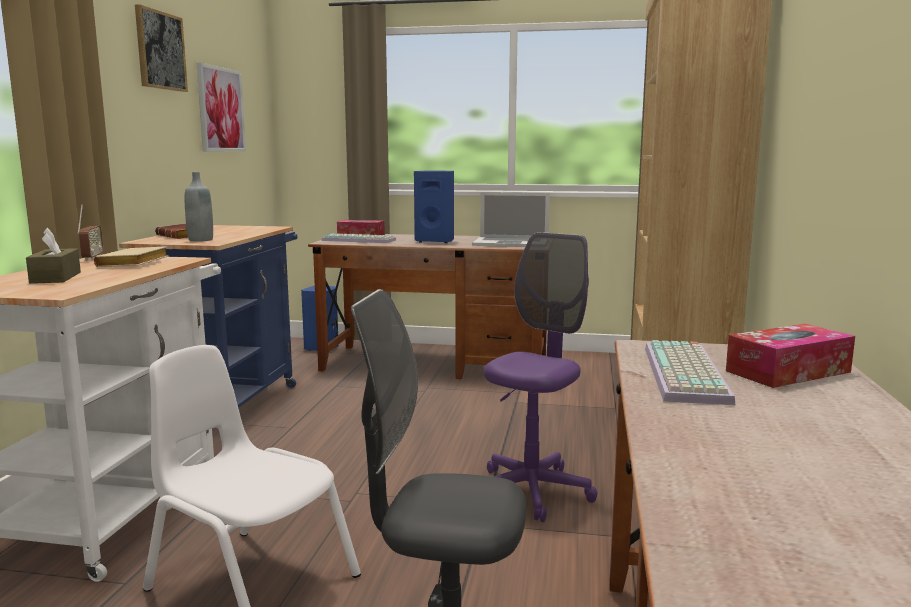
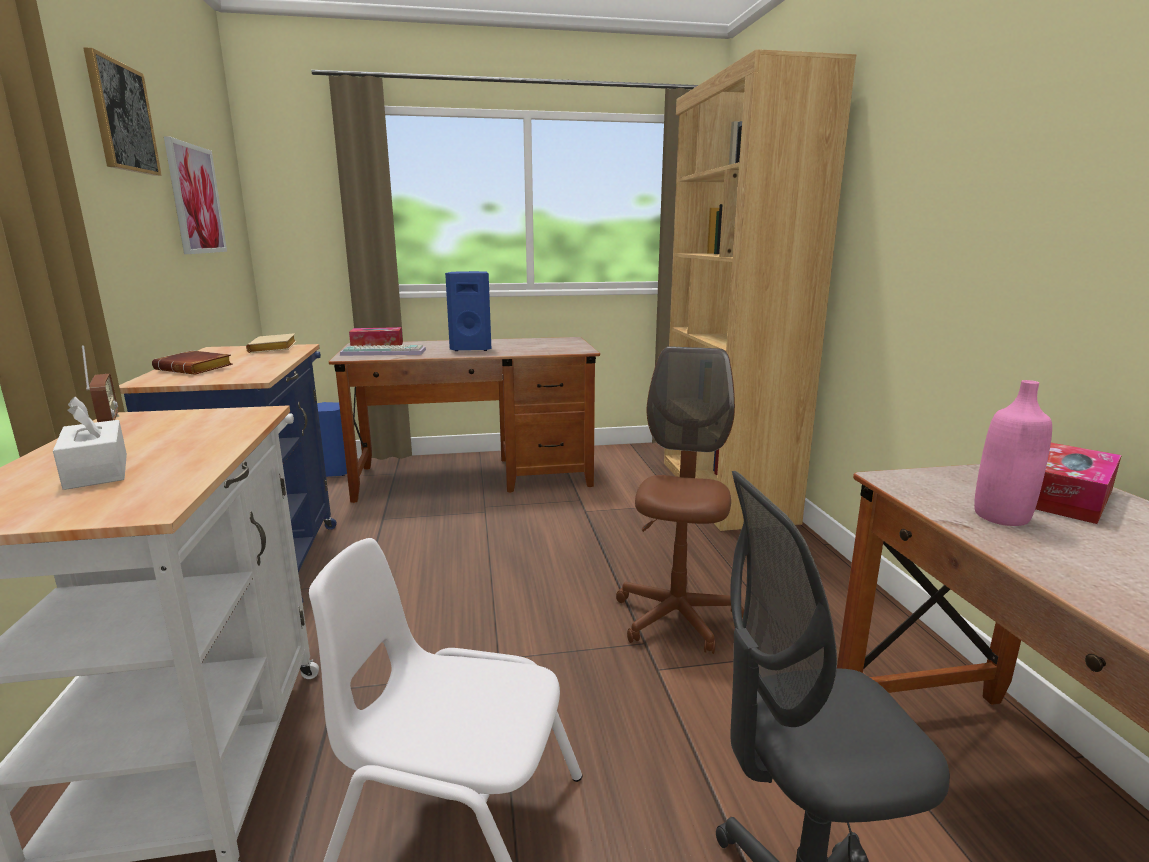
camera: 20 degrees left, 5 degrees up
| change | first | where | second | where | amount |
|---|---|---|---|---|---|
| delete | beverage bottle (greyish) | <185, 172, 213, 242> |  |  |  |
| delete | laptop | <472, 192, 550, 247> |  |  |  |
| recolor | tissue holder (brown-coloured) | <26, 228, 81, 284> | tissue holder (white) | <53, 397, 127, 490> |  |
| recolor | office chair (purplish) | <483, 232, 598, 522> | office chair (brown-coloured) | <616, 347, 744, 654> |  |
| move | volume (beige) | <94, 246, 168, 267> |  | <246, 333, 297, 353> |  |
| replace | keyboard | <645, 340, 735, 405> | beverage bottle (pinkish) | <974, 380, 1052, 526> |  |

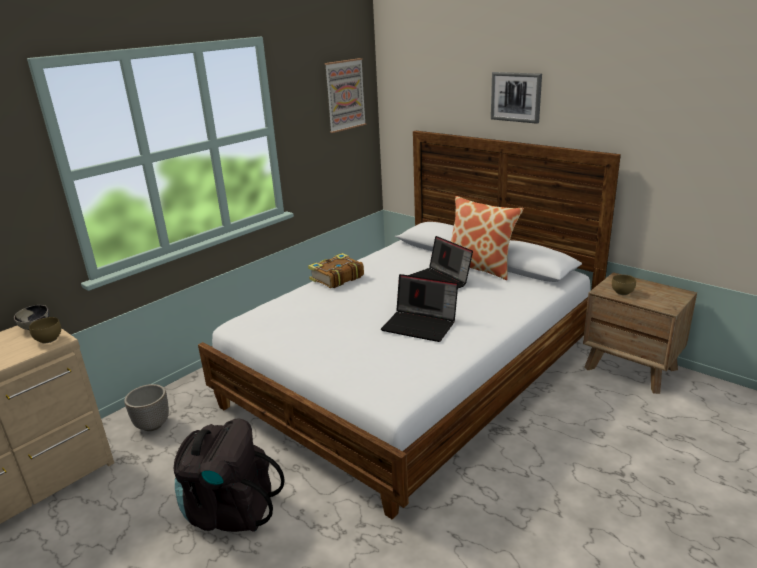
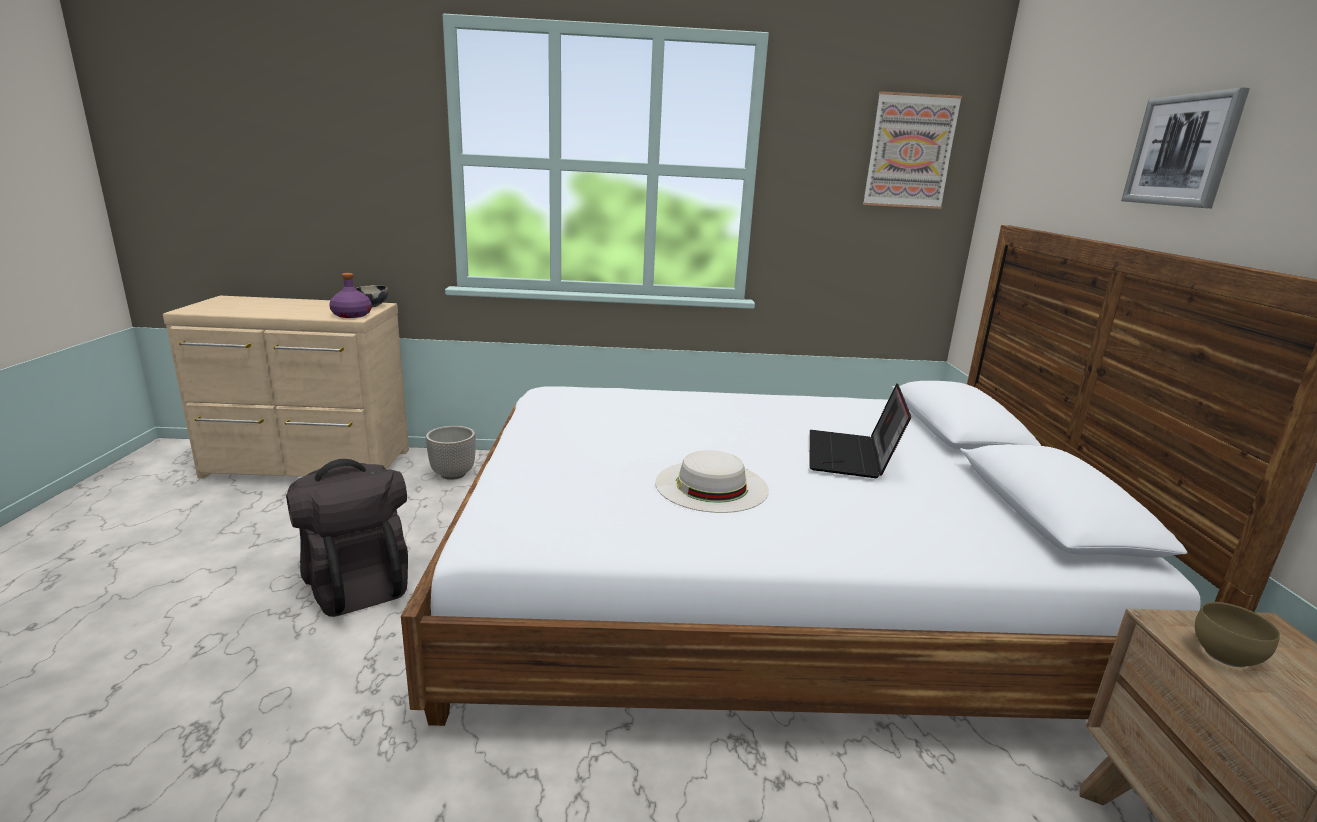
camera: 45 degrees right, 5 degrees down
| change | first | where | second | where | amount |
|---|---|---|---|---|---|
| delete | pillow | <451, 196, 524, 280> |  |  |  |
| delete | volume | <308, 253, 364, 288> |  |  |  |
| replace | laptop | <381, 274, 458, 342> | hat (white) | <655, 450, 769, 513> |  |
| replace | bowl (brown-coloured) | <29, 317, 61, 343> | beverage bottle (purplish) | <329, 273, 372, 318> |  |

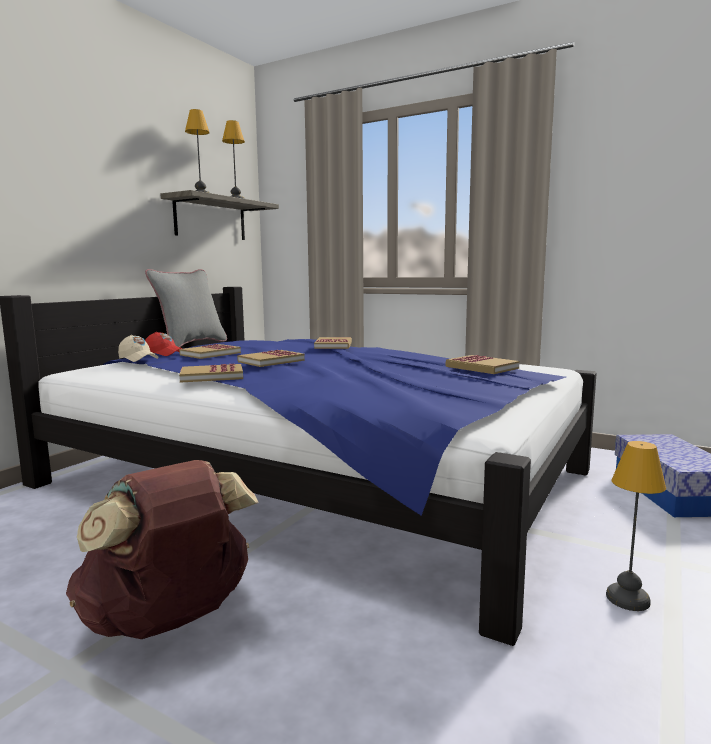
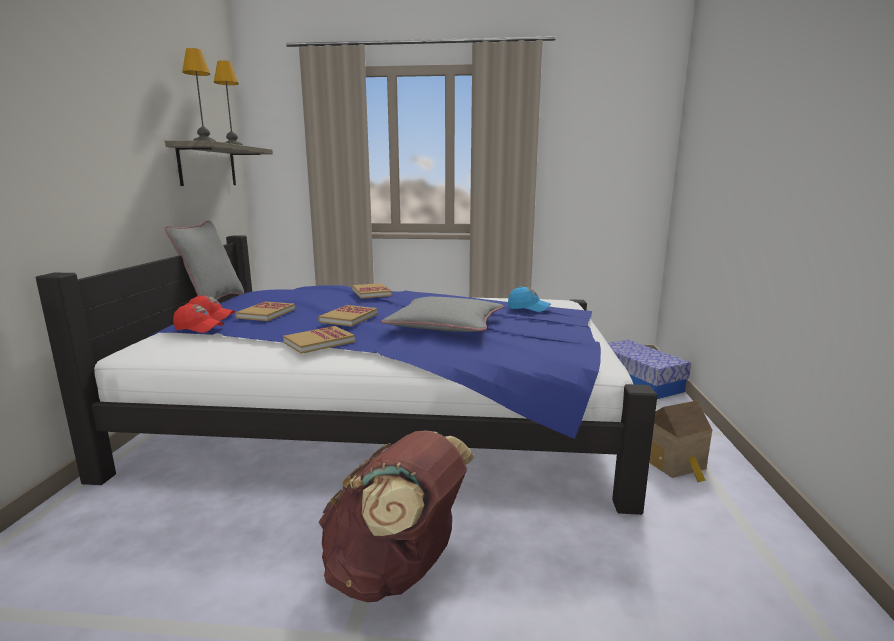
camera: 25 degrees left, 5 degrees up
| change | first | where | second | where | amount |
|---|---|---|---|---|---|
| recolor | cap (beige) | <118, 335, 159, 362> | cap (red) | <173, 303, 224, 333> |  |
| replace | volume | <446, 355, 519, 374> | cap (blue) | <508, 286, 551, 312> |  |
| replace | lamp for a table | <606, 441, 666, 611> | miniature house | <650, 400, 712, 483> |  |
| insert |  |  | pillow (greyish) | <381, 297, 504, 332> |  |

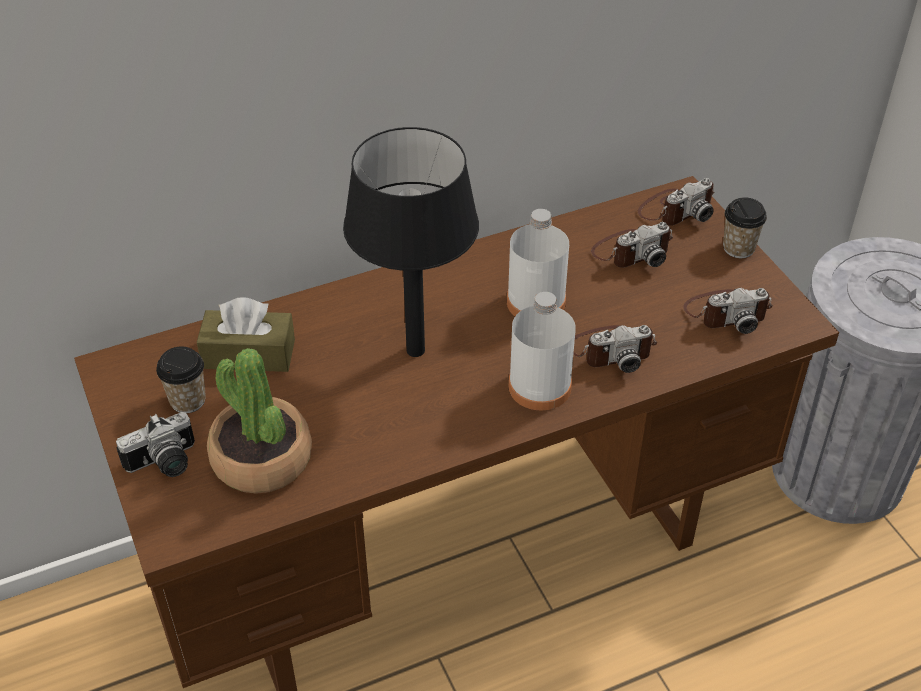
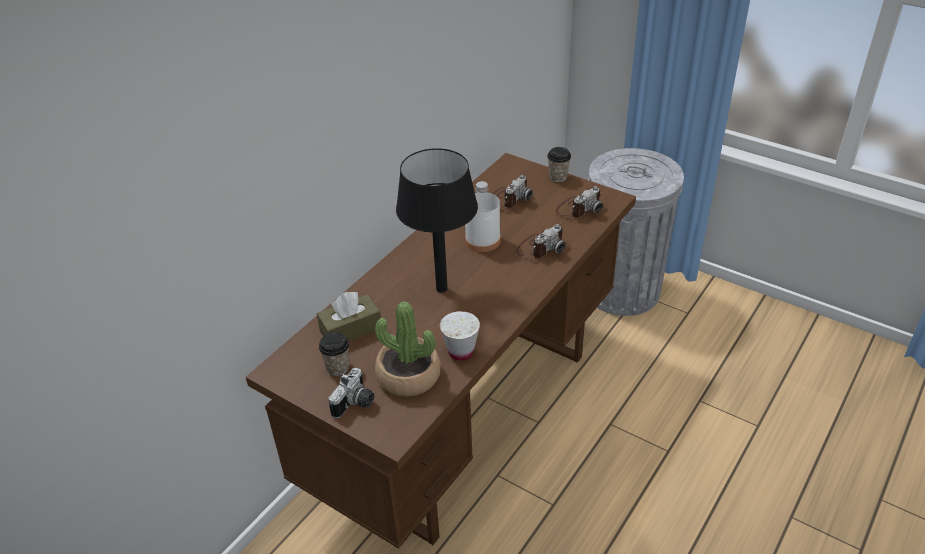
camera: 30 degrees left, 5 degrees down
| change | first | where | second | where | amount |
|---|---|---|---|---|---|
| delete | photo camera | <638, 178, 714, 226> |  |  |  |
| delete | beverage bottle (white) | <508, 292, 576, 411> |  |  |  |
| insert |  |  | cup (white) | <440, 311, 480, 361> |  |

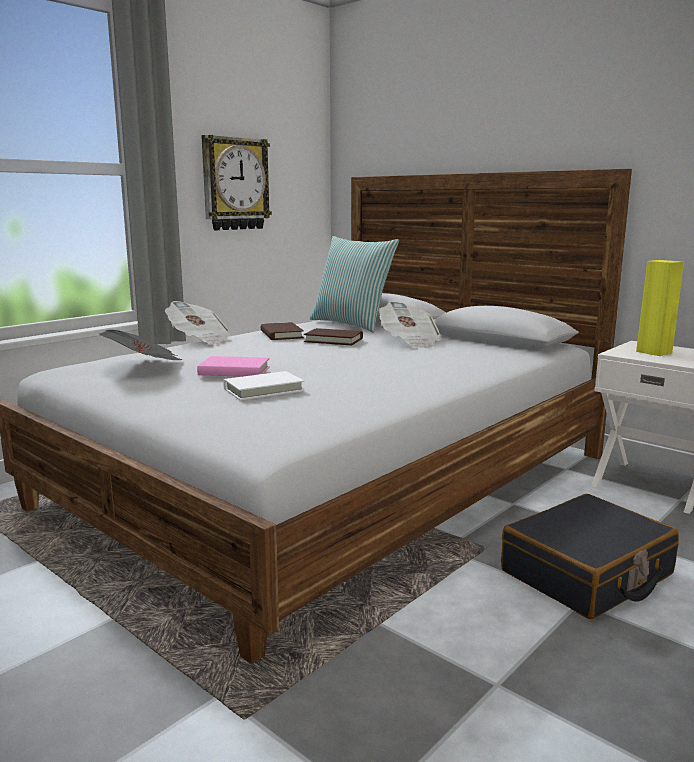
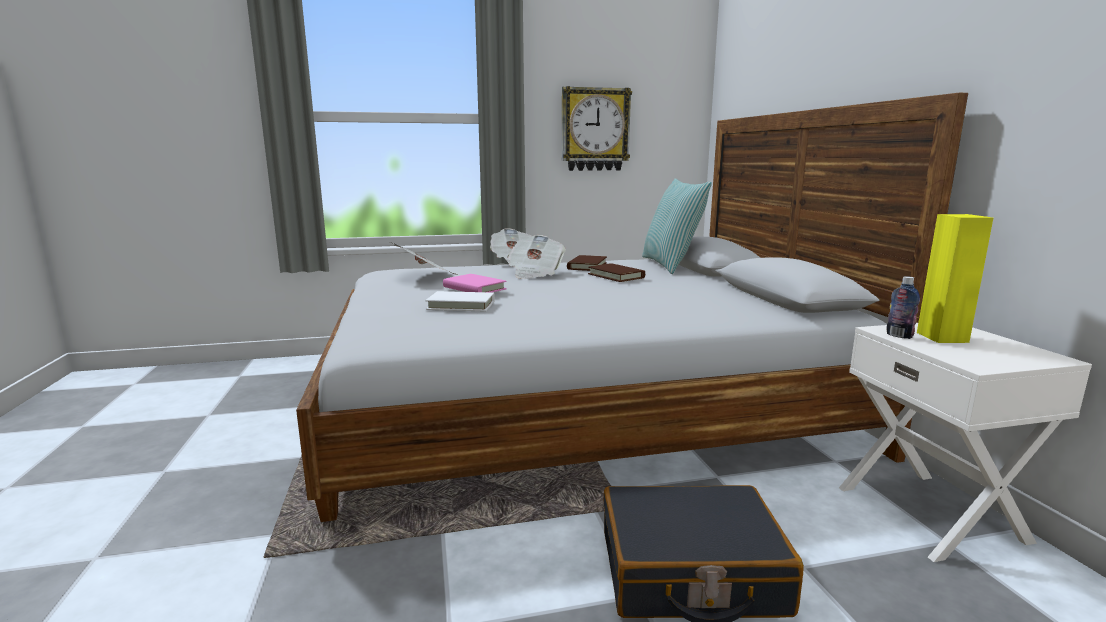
camera: 35 degrees right, 0 degrees up
| change | first | where | second | where | amount |
|---|---|---|---|---|---|
| move | newspaper | <379, 301, 441, 348> |  | <508, 235, 566, 279> |  |
| insert |  |  | beverage bottle | <887, 276, 920, 339> |  |

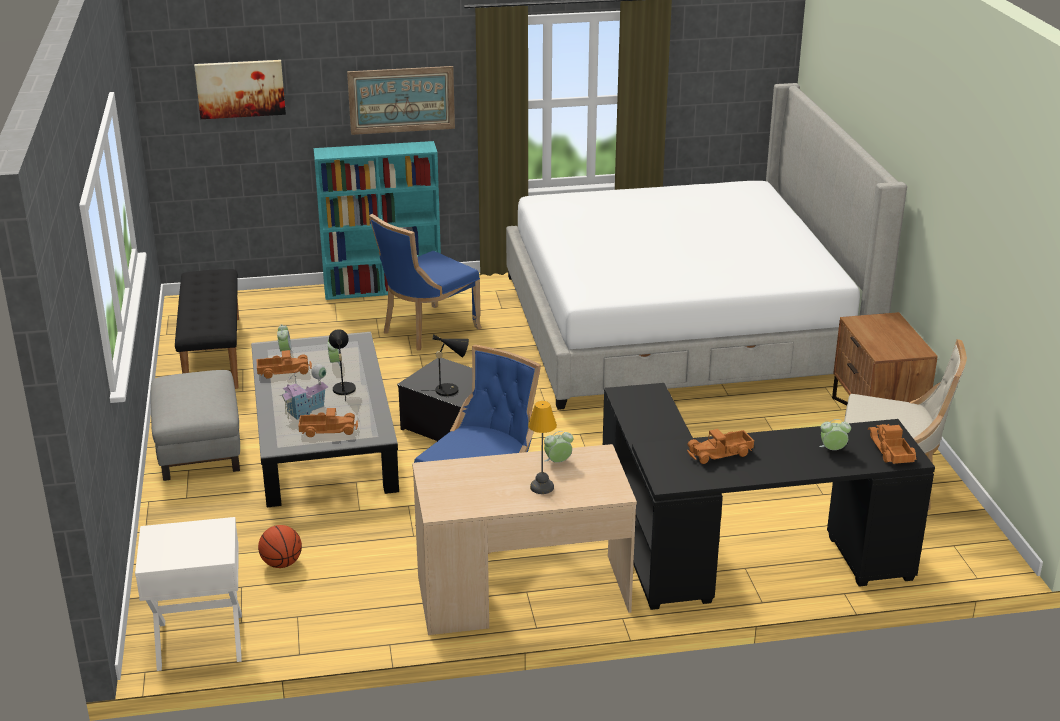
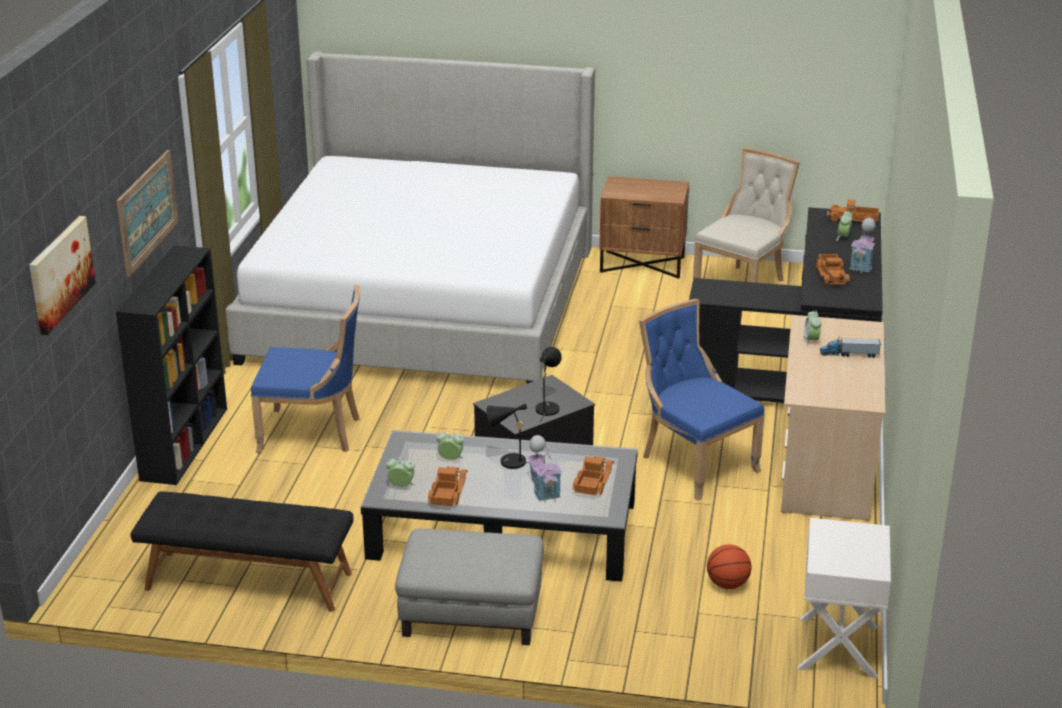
camera: 70 degrees left, 0 degrees up
| change | first | where | second | where | amount |
|---|---|---|---|---|---|
| recolor | bookcase (turquoise-coloured) | <314, 141, 441, 300> | bookcase (black-coloured) | <116, 245, 227, 485> |  |
| rotate | upright chair (blue) | <369, 214, 482, 351> |  | <251, 284, 360, 453> | 60 degrees counterclockwise |
| replace | lamp for a table | <528, 401, 557, 494> | toy truck | <820, 338, 881, 358> |  |
| insert |  |  | miniature house | <850, 218, 876, 274> |  |

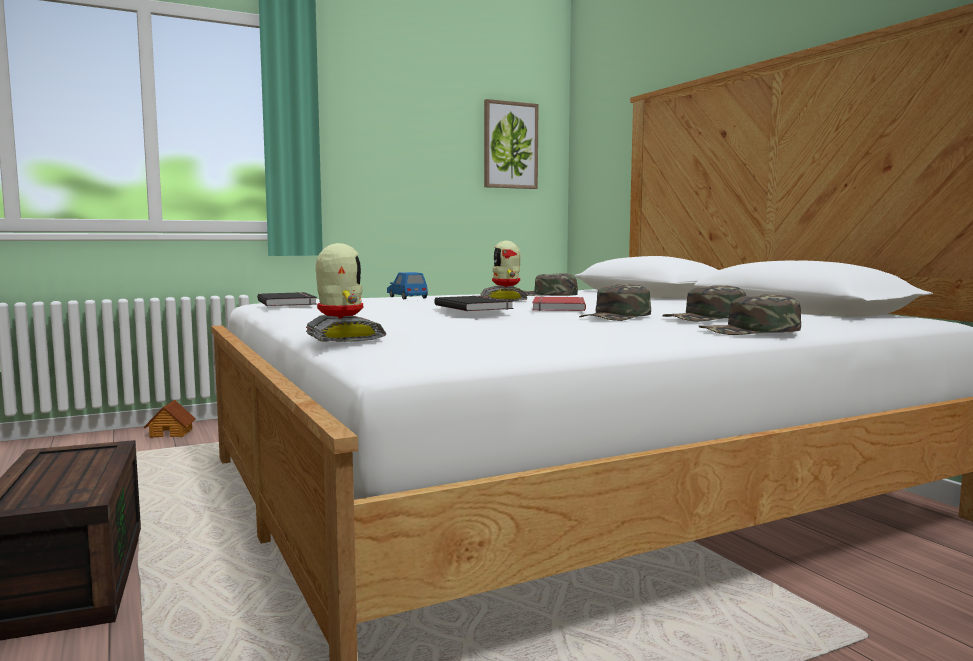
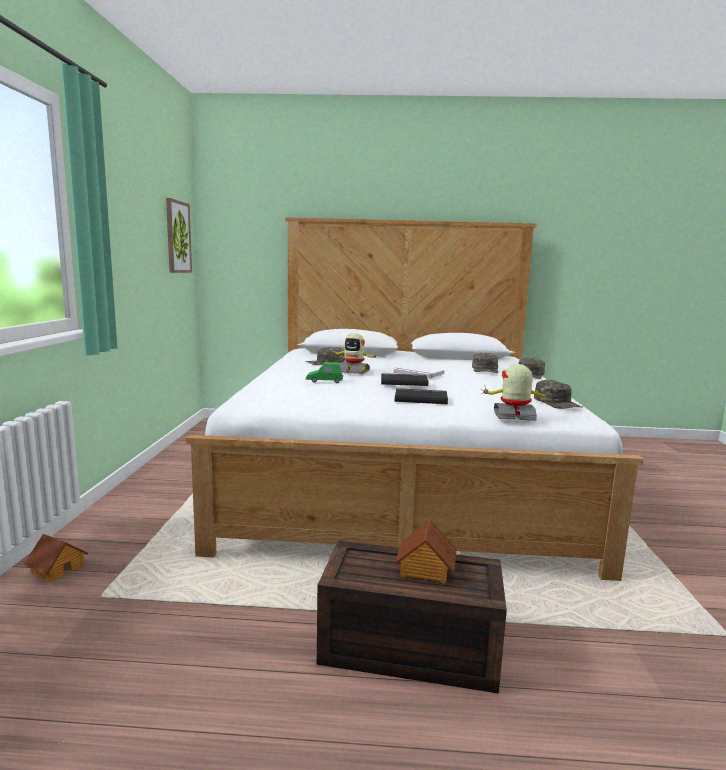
camera: 60 degrees left, 5 degrees up
| change | first | where | second | where | amount |
|---|---|---|---|---|---|
| recolor | miniature car (blue) | <387, 272, 428, 299> | miniature car (green-coloured) | <306, 362, 343, 383> |  |
| move | cap (green-coloured) | <579, 284, 651, 321> |  | <534, 380, 583, 409> |  |
| move | volume (black-coloured) | <257, 292, 317, 306> |  | <395, 388, 448, 404> |  |
| recolor | volume (red) | <532, 296, 586, 311> | volume (white) | <393, 365, 444, 379> |  |
| insert |  |  | miniature house | <395, 519, 457, 583> |  |

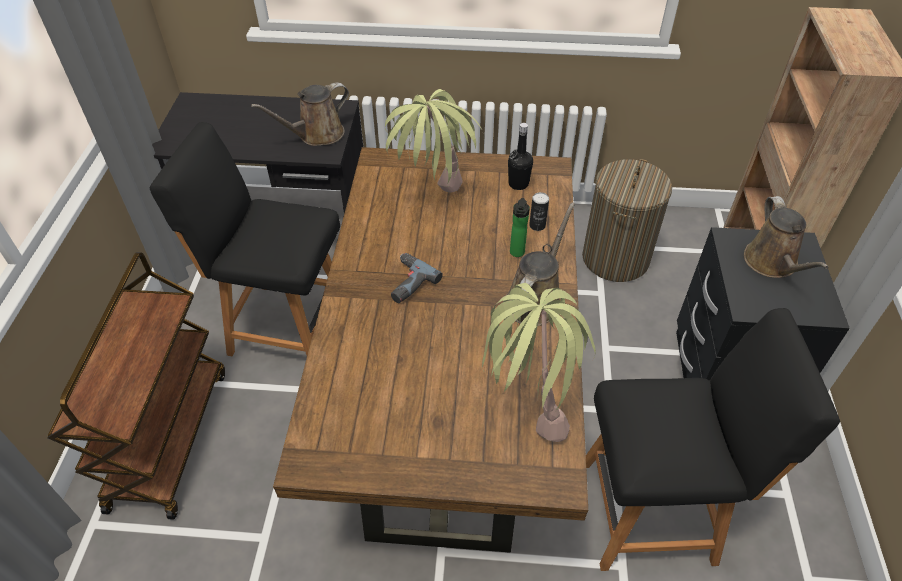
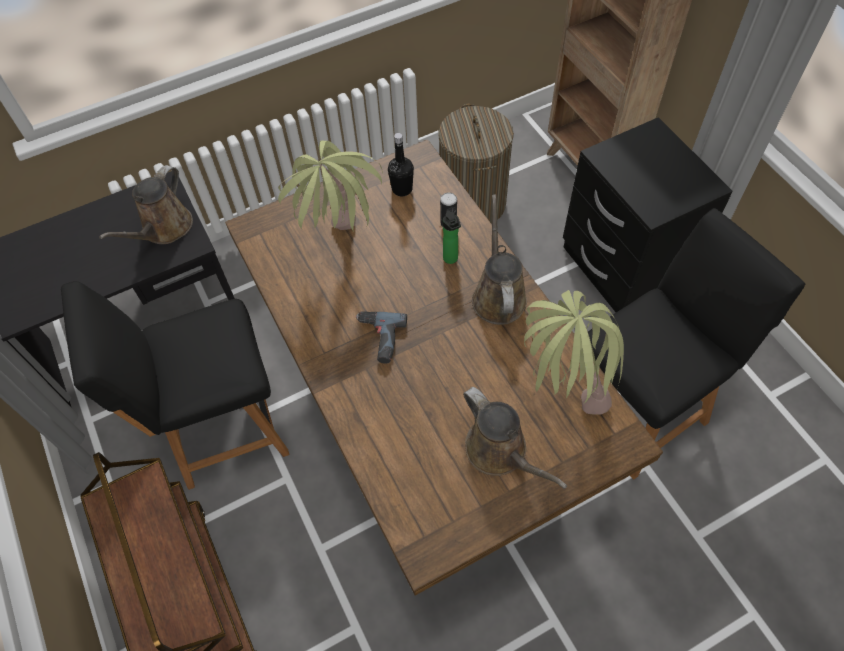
camera: 30 degrees left, 10 degrees up
| change | first | where | second | where | amount |
|---|---|---|---|---|---|
| move | watering can (brown-coloured) | <744, 196, 829, 278> |  | <463, 387, 567, 489> |  |

